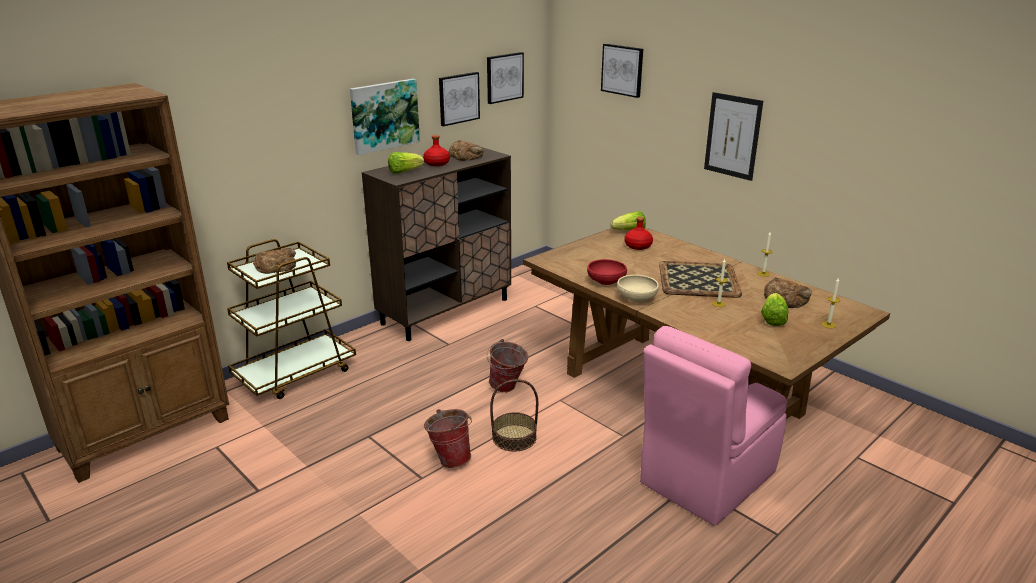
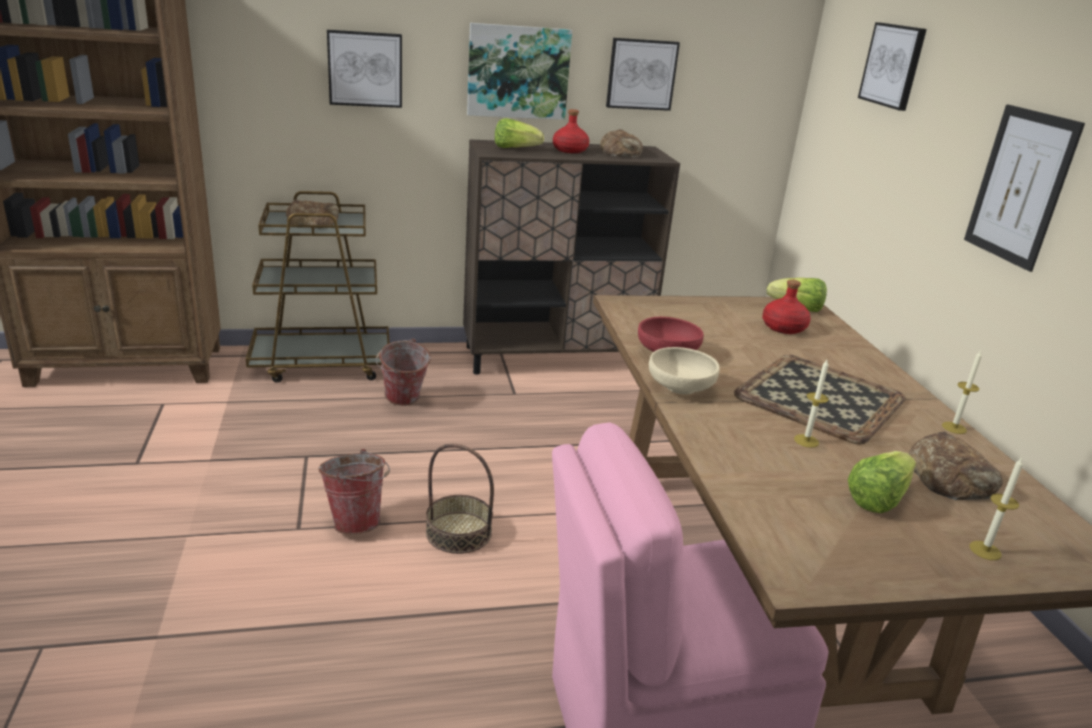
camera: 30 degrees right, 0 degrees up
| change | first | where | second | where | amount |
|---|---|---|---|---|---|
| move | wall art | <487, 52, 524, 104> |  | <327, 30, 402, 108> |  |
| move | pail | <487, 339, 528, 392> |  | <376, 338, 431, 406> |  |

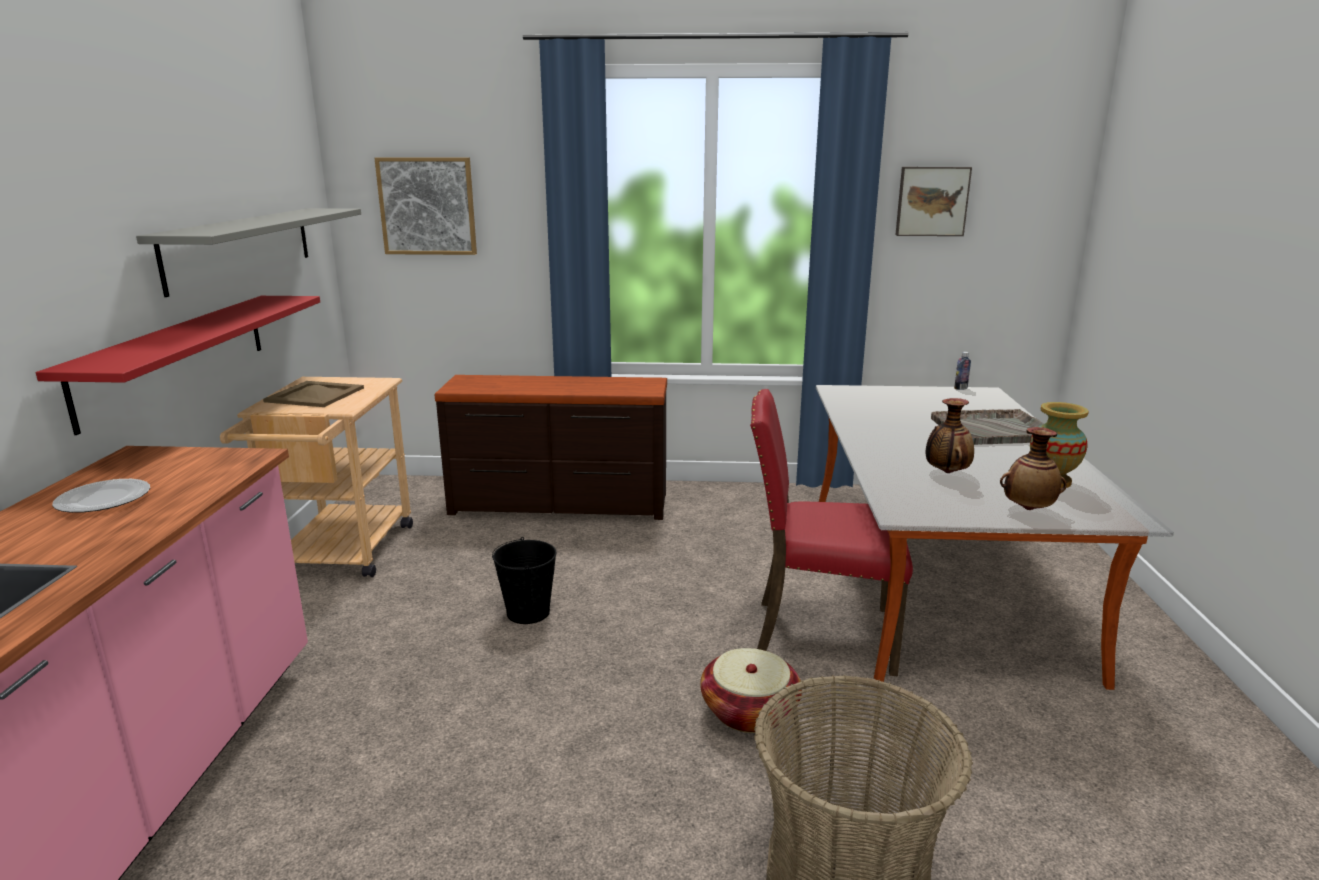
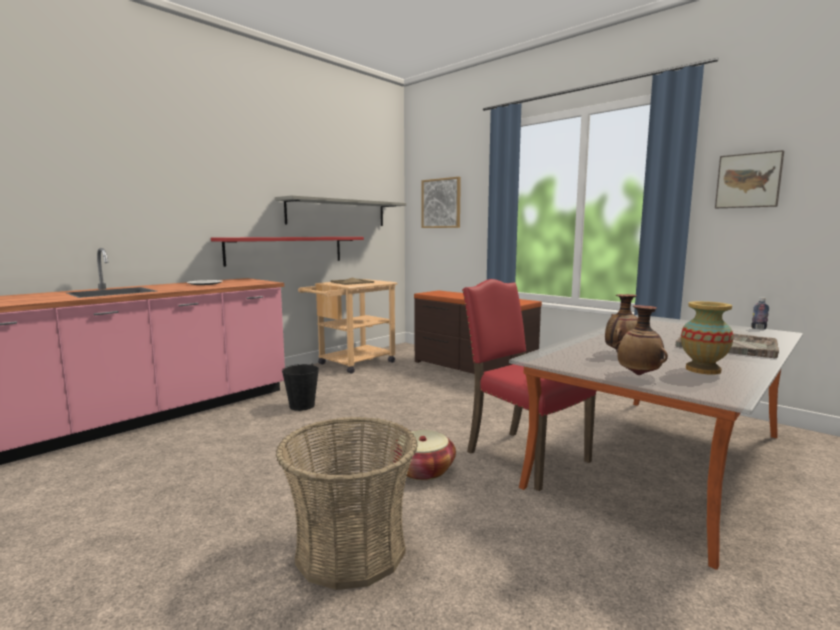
camera: 40 degrees right, 10 degrees down
| change | first | where | second | where | amount |
|---|---|---|---|---|---|
| move | pail (black-coloured) | <492, 537, 557, 624> |  | <282, 363, 319, 411> |  |

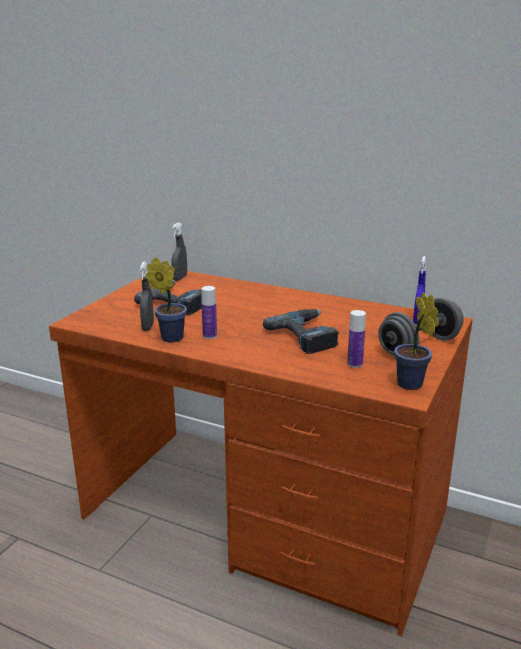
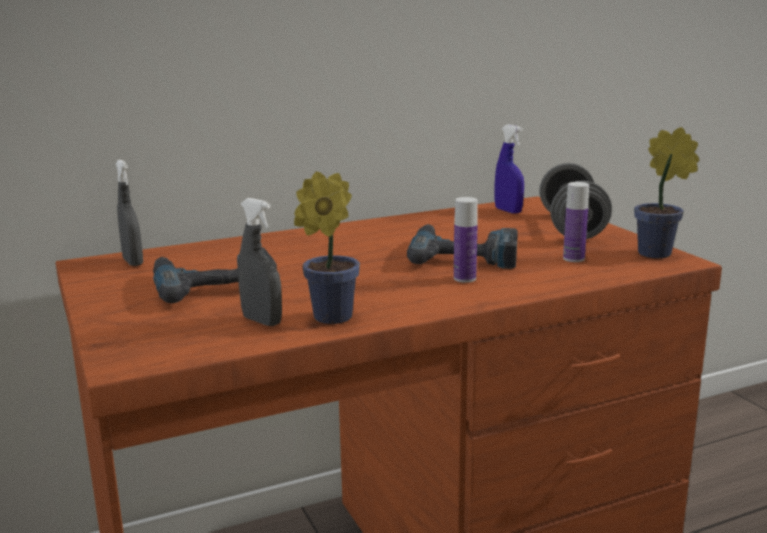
camera: 50 degrees left, 5 degrees down
| change | first | where | second | where | amount |
|---|---|---|---|---|---|
| move | beverage bottle | <201, 286, 217, 339> |  | <454, 197, 478, 283> |  |

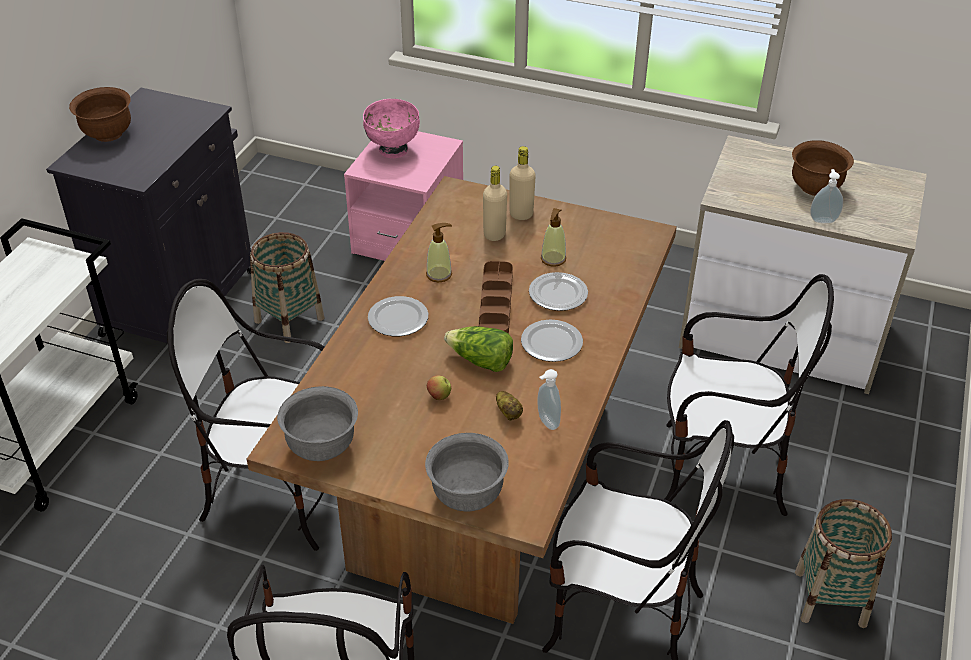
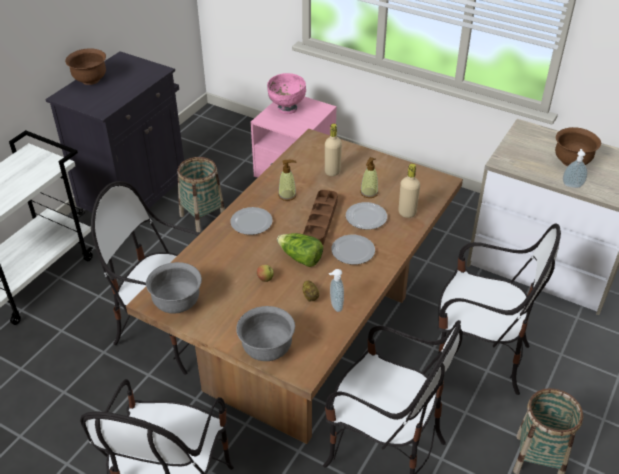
camera: 10 degrees right, 0 degrees up
| change | first | where | second | where | amount |
|---|---|---|---|---|---|
| move | beverage bottle (beige) | <509, 146, 536, 220> |  | <398, 164, 420, 218> |  |

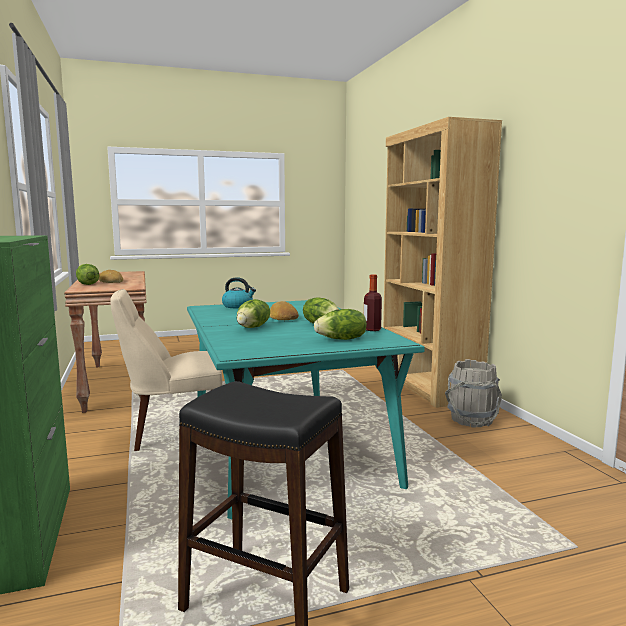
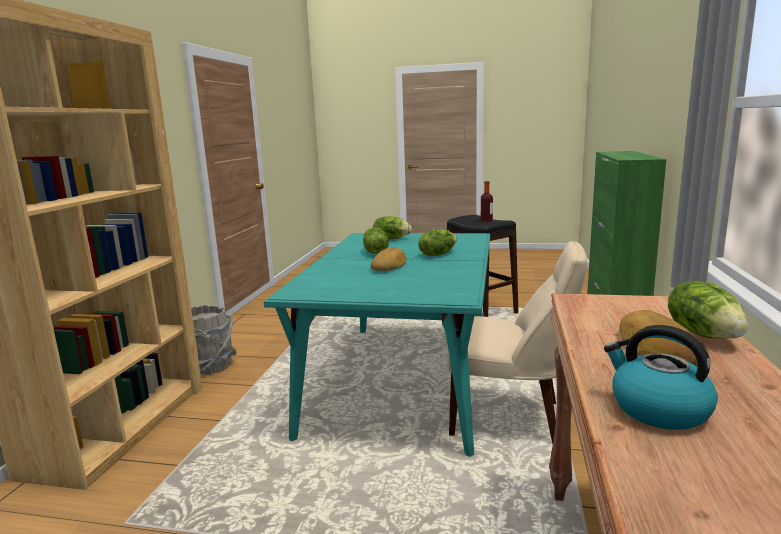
camera: 150 degrees left, 5 degrees up
| change | first | where | second | where | amount |
|---|---|---|---|---|---|
| move | beverage bottle | <364, 274, 382, 331> |  | <481, 181, 493, 221> |  |
| move | tea kettle | <222, 277, 256, 308> |  | <604, 325, 718, 430> |  |

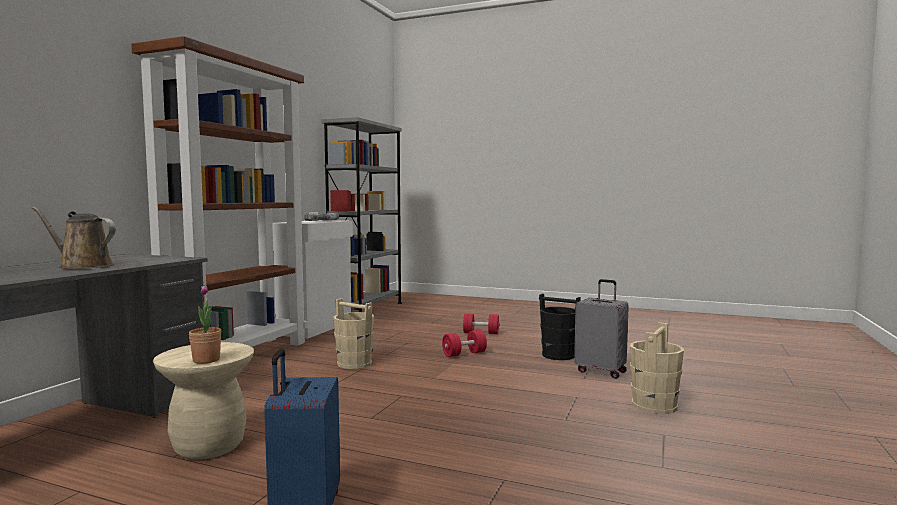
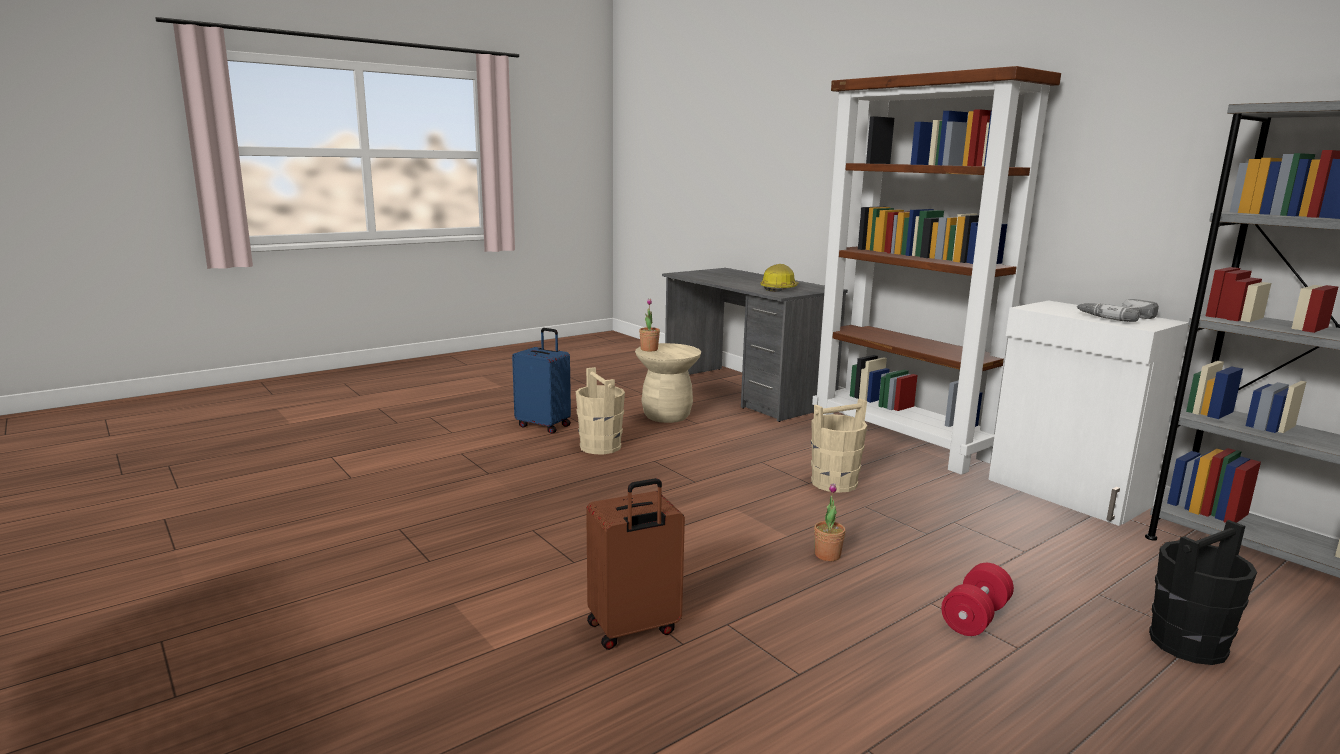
camera: 120 degrees right, 10 degrees up
| change | first | where | second | where | amount |
|---|---|---|---|---|---|
| delete | watering can (brown-coloured) | <32, 207, 116, 269> |  |  |  |
| recolor | suitcase (greyish) | <574, 279, 629, 379> | suitcase (brown-coloured) | <586, 478, 685, 650> |  |
| move | pail (black-coloured) | <539, 294, 581, 360> |  | <1149, 520, 1257, 665> |  |
| move | pail (beige) | <630, 322, 684, 414> |  | <576, 367, 625, 454> |  |
| replace | dumbbell (red) | <442, 330, 487, 357> | plant in a pot | <814, 483, 846, 561> |  |
| insert |  |  | hard hat | <760, 264, 799, 292> |  |

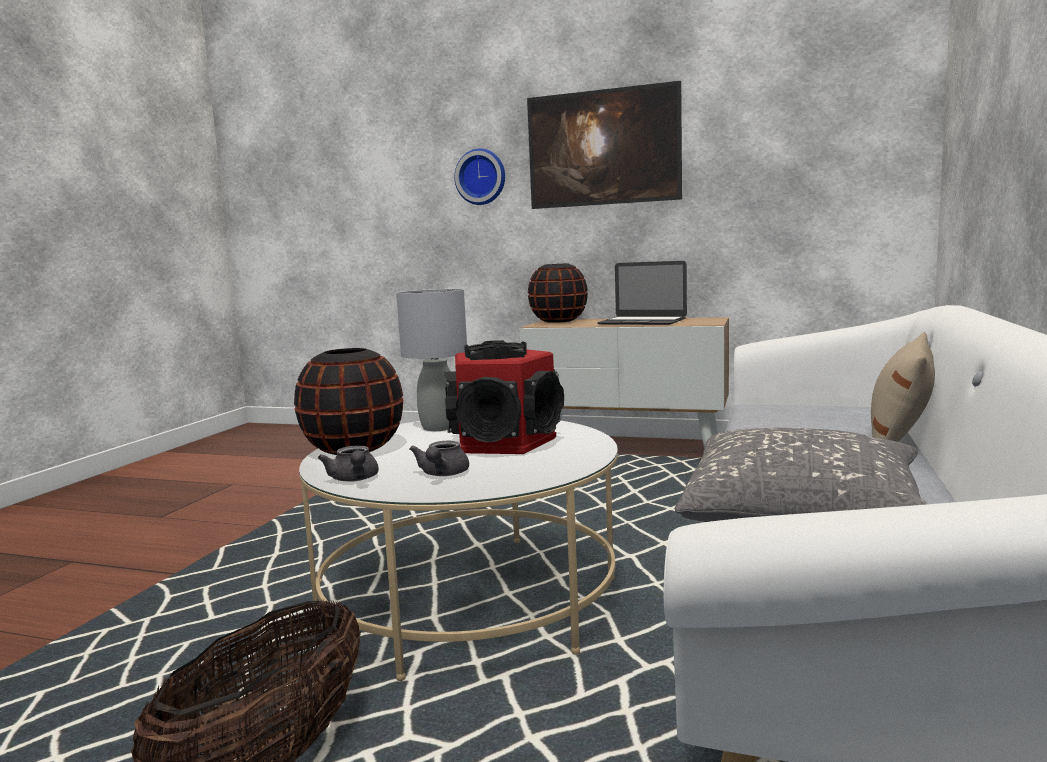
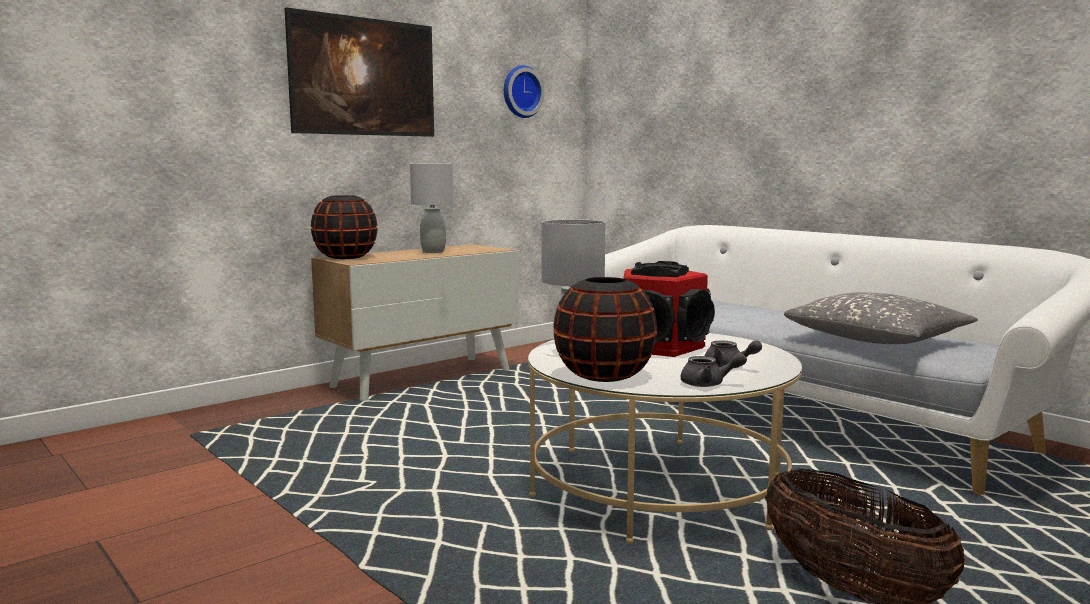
camera: 60 degrees left, 0 degrees up
| change | first | where | second | where | amount |
|---|---|---|---|---|---|
| move | hanging clock | <454, 149, 505, 205> |  | <504, 65, 545, 118> |  |
| replace | laptop | <597, 261, 687, 325> | lamp for a table (greyish) | <410, 164, 453, 253> |  |
| delete | pillow (beige) | <871, 332, 935, 442> |  |  |  |

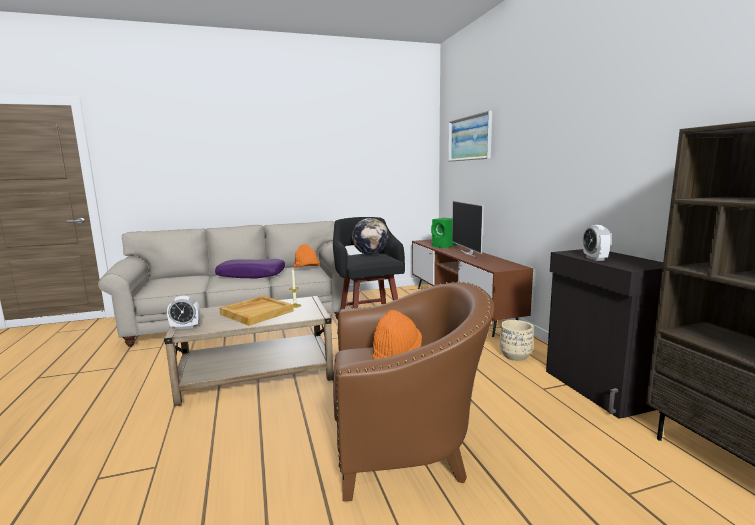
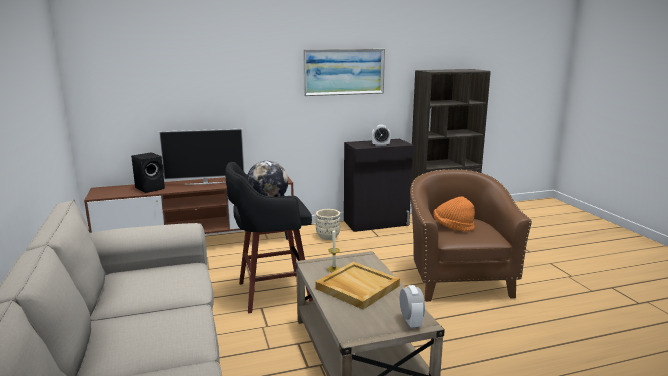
camera: 90 degrees left, 5 degrees up
| change | first | where | second | where | amount |
|---|---|---|---|---|---|
| move | wall art | <448, 111, 492, 162> |  | <303, 49, 385, 96> |  |
| recolor | audio speaker (green-coloured) | <431, 218, 457, 248> | audio speaker (black-coloured) | <131, 152, 165, 193> |  |
| delete | hat (orange-coloured) | <294, 244, 320, 268> |  |  |  |
| delete | pillow (purplish) | <215, 259, 285, 278> |  |  |  |

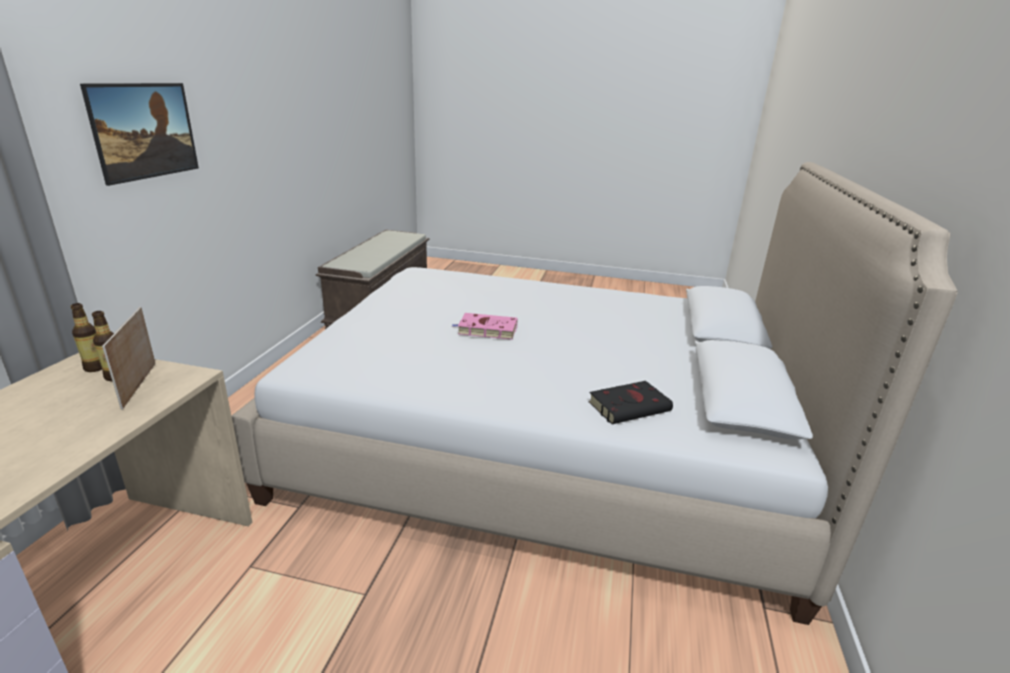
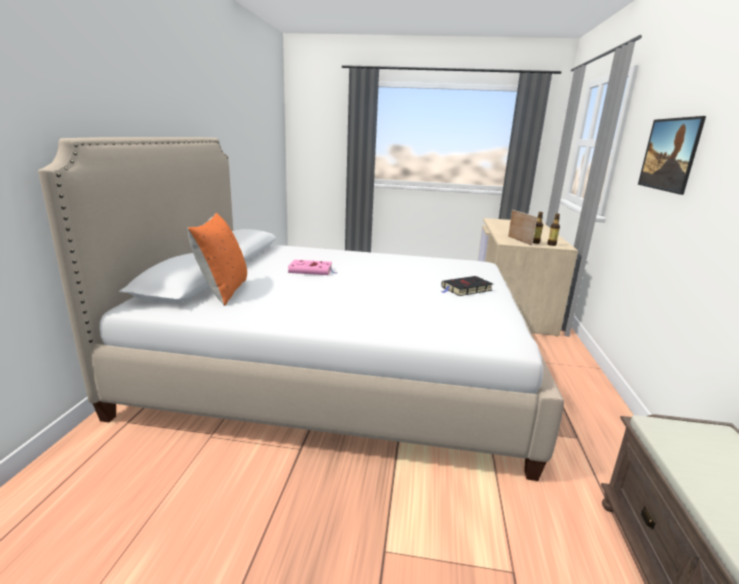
camera: 175 degrees right, 5 degrees down
| change | first | where | second | where | amount |
|---|---|---|---|---|---|
| move | volume (pinkish) | <452, 313, 518, 340> |  | <288, 260, 338, 275> |  |
| move | volume (black-coloured) | <588, 381, 673, 424> |  | <441, 276, 493, 296> |  |
| insert |  |  | pillow (orange-coloured) | <187, 213, 247, 306> |  |

